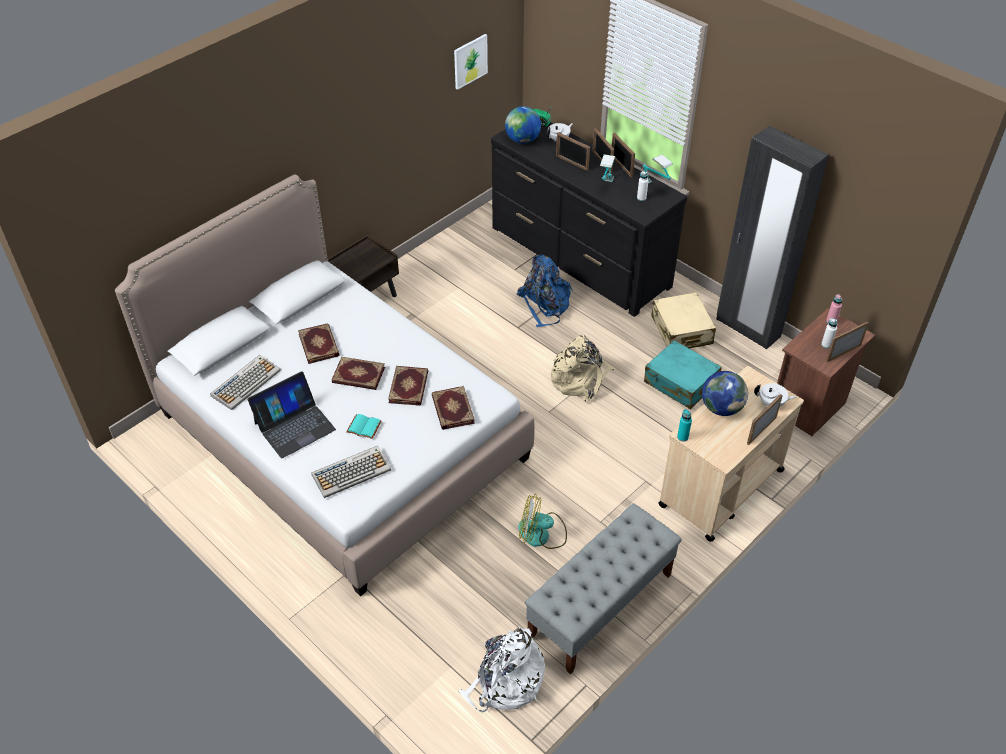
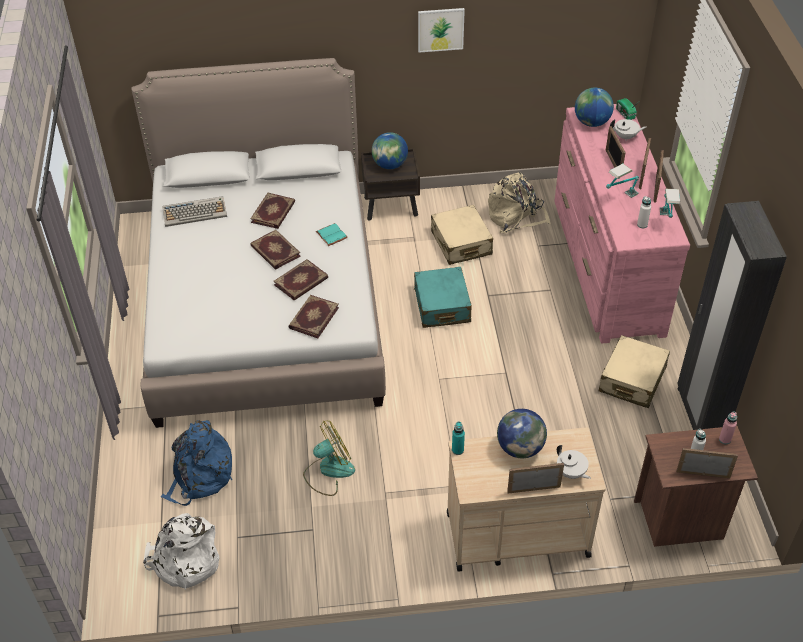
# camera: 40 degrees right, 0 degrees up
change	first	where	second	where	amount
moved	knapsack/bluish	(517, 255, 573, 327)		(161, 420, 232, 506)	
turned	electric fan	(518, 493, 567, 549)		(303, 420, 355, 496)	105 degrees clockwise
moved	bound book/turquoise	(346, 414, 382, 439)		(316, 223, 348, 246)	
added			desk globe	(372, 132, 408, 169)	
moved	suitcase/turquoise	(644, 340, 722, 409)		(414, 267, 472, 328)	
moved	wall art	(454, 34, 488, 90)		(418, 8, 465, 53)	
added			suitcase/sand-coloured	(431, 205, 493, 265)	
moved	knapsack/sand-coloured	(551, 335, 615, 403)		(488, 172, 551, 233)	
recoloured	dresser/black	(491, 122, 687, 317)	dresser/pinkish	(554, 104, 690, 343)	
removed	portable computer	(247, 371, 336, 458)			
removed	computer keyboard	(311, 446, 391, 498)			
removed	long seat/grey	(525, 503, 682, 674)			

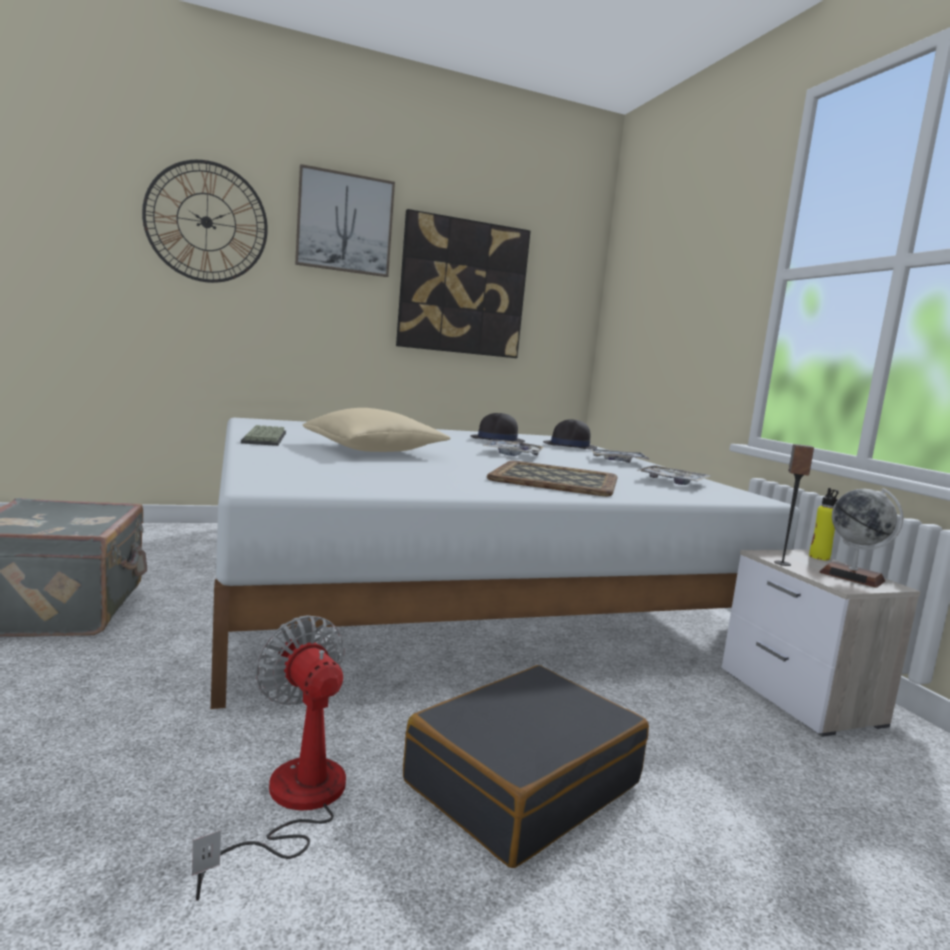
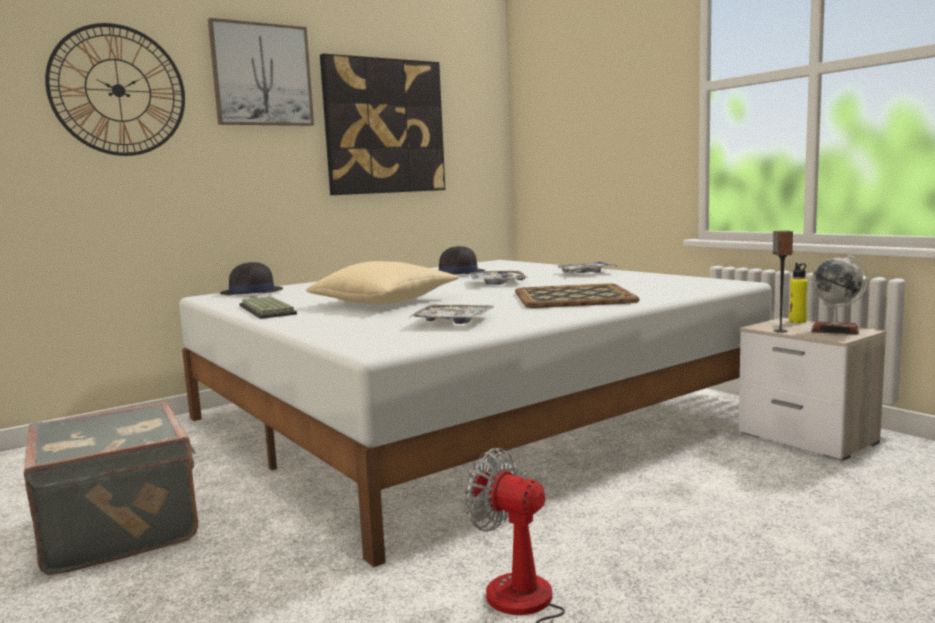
# camera: 15 degrees left, 0 degrees up
change	first	where	second	where	amount
moved	wearable hat/black	(543, 419, 597, 449)		(220, 262, 283, 295)	
moved	tray	(637, 465, 711, 485)		(410, 305, 494, 324)	
removed	suitcase/black	(403, 665, 649, 868)			

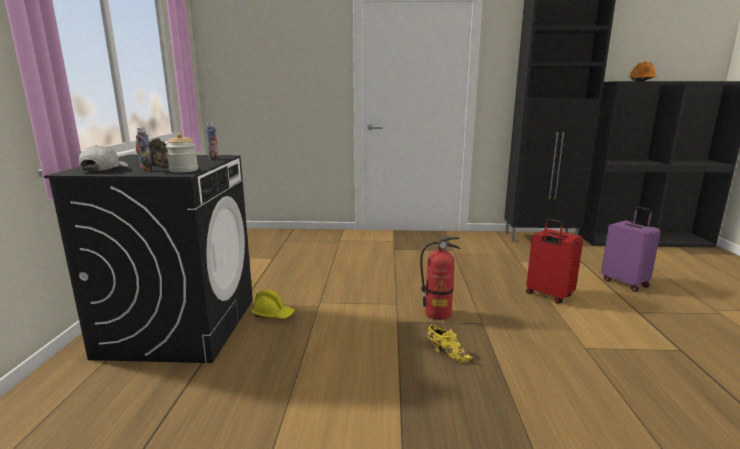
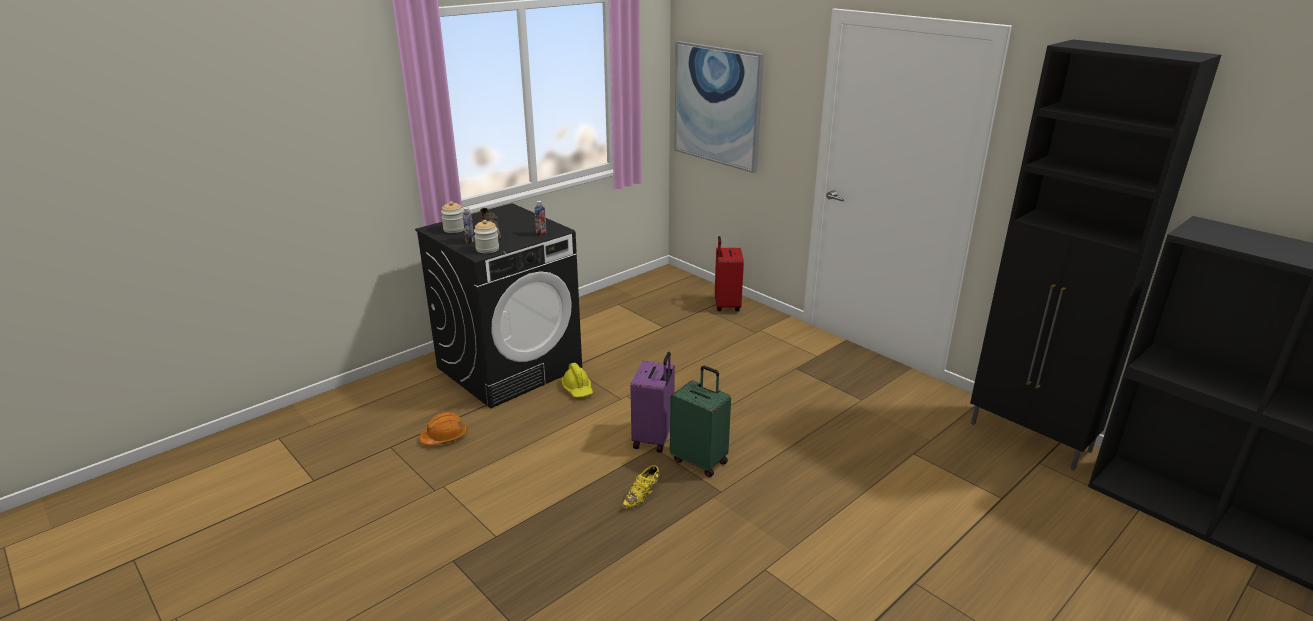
# camera: 45 degrees right, 10 degrees up
change	first	where	second	where	amount
moved	work helmet/orange-coloured	(628, 62, 657, 81)		(419, 412, 467, 445)	
replaced	peaked cap/white-coloured	(79, 145, 128, 171)	jar	(441, 201, 464, 233)	
turned	low shoe/yellow	(427, 324, 474, 362)		(621, 465, 660, 509)	45 degrees clockwise
moved	suitcase/purplish	(601, 207, 661, 292)		(630, 352, 675, 453)	
replaced	fire-fighting cylinder	(420, 237, 461, 320)	suitcase/green	(670, 366, 731, 477)	
added			wall art	(675, 41, 764, 173)	
moved	suitcase/red	(526, 218, 583, 304)		(715, 236, 744, 311)	

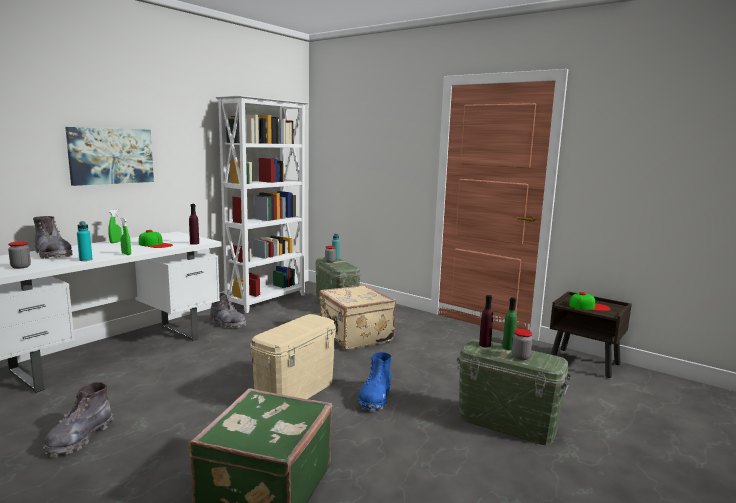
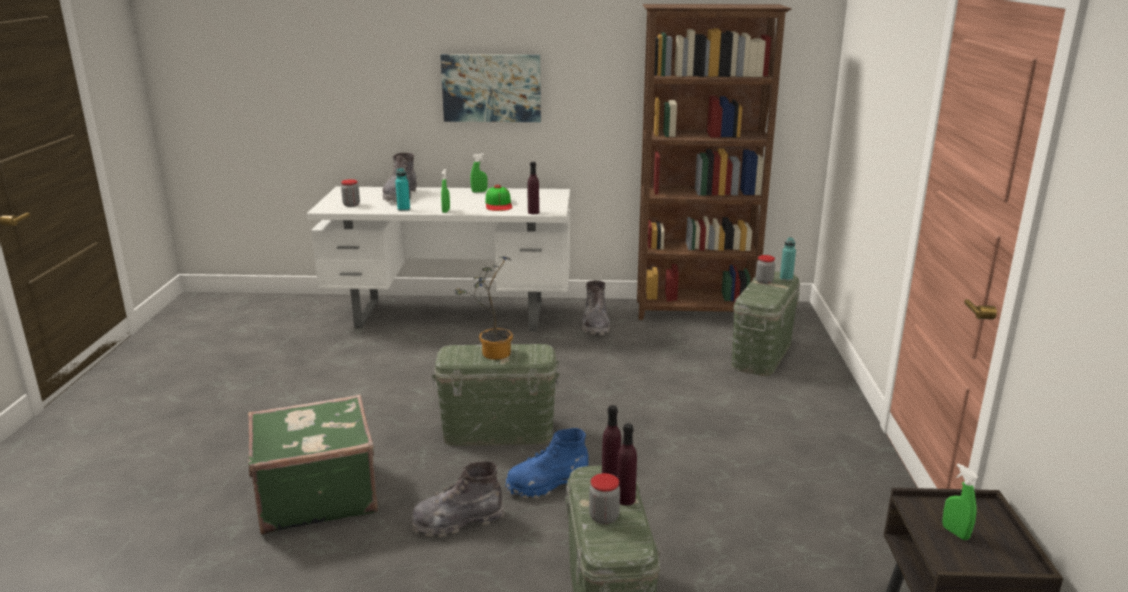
# camera: 55 degrees right, 10 degrees up
change	first	where	second	where	amount
moved	boot/grey	(43, 382, 114, 457)		(412, 461, 505, 537)	
recoloured	storage box/sand-coloured	(250, 314, 336, 399)	storage box/green	(432, 344, 559, 446)	
added			houseplant	(455, 256, 513, 360)	
recoloured	drink bottle/green	(502, 297, 517, 350)	drink bottle/purplish	(617, 423, 637, 506)	
recoloured	bookshelf/white-coloured	(216, 96, 309, 313)	bookshelf/brownish	(637, 4, 792, 320)	
replaced	peaked cap	(569, 292, 611, 311)	hand sprayer/green	(942, 463, 979, 540)	
removed	suitcase/sand-coloured	(319, 285, 396, 350)			

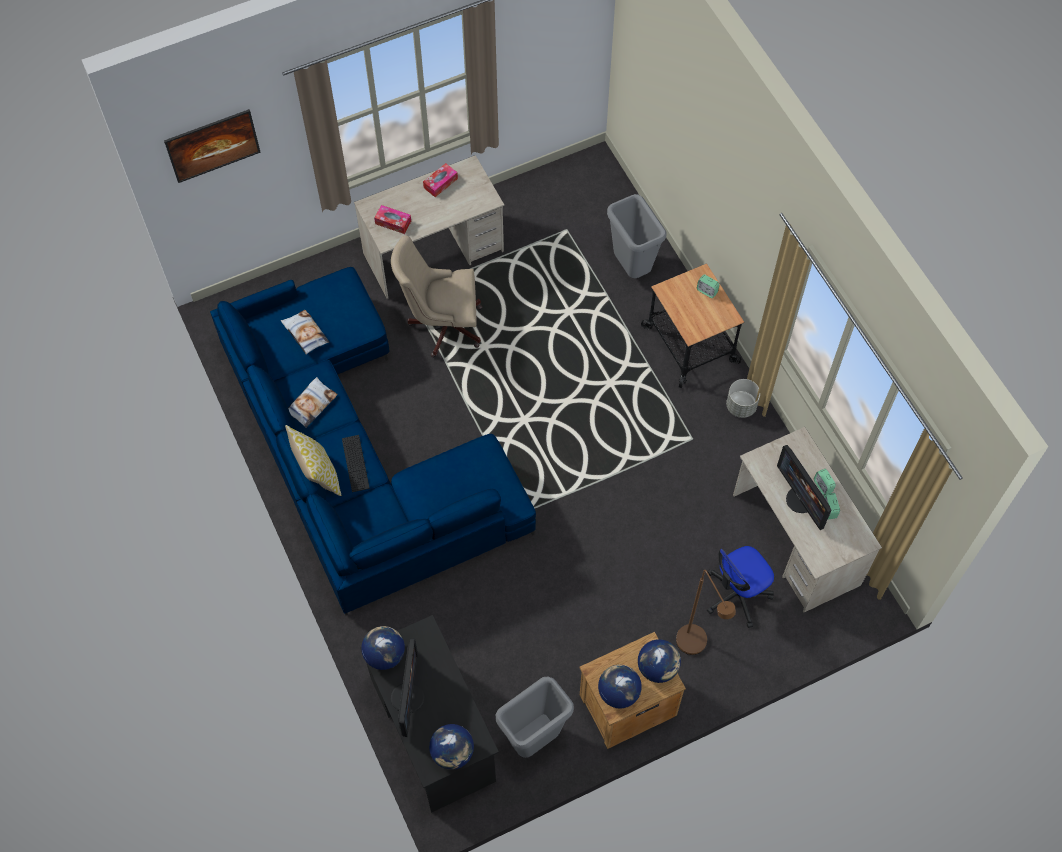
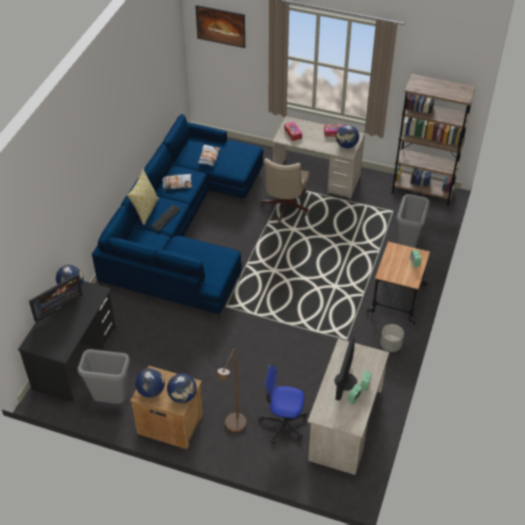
# camera: 45 degrees right, 15 degrees down
change	first	where	second	where	amount
turned	desk chair/sand-coloured	(391, 236, 482, 358)		(261, 158, 309, 222)	120 degrees counterclockwise
moved	desk globe	(429, 724, 474, 770)		(336, 125, 359, 148)	
added			bookshelf/brownish	(391, 74, 476, 206)	

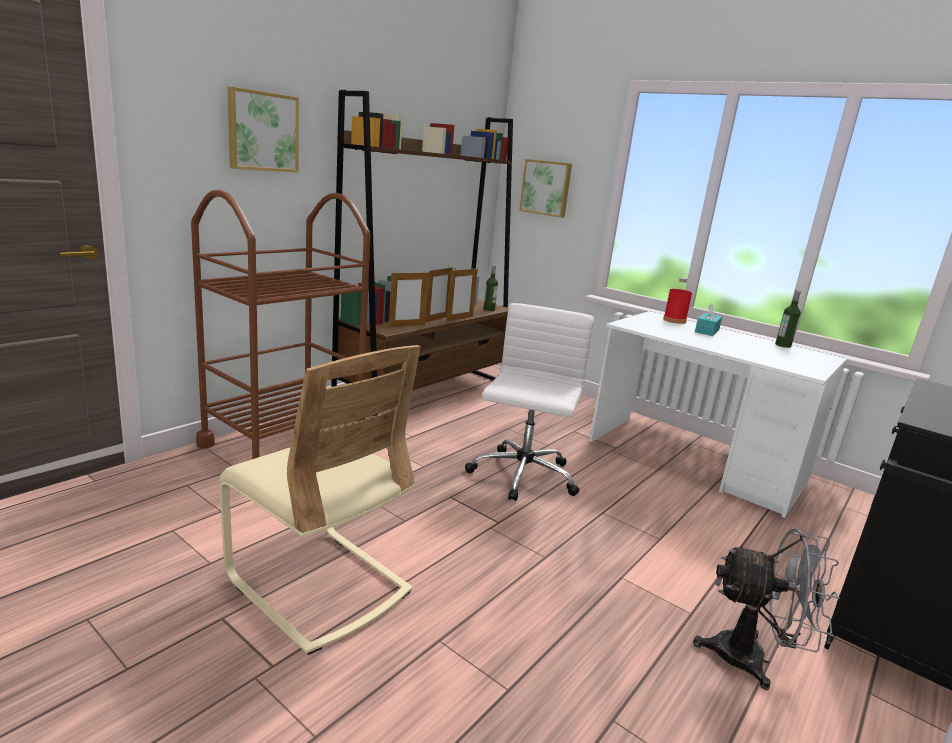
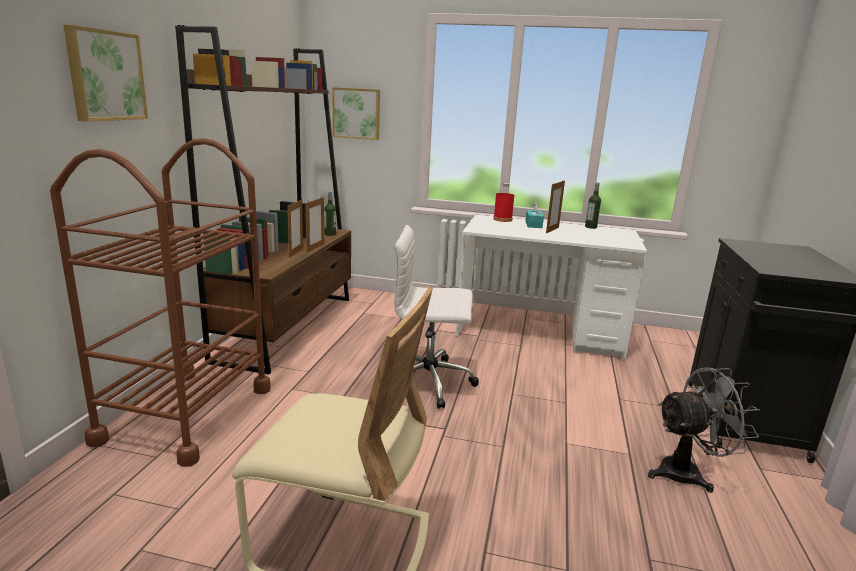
# camera: 25 degrees left, 0 degrees up
change	first	where	second	where	amount
turned	desk chair/white-coloured	(465, 303, 594, 501)		(394, 225, 479, 409)	75 degrees counterclockwise
moved	standing frame	(388, 273, 429, 327)		(546, 181, 565, 234)	

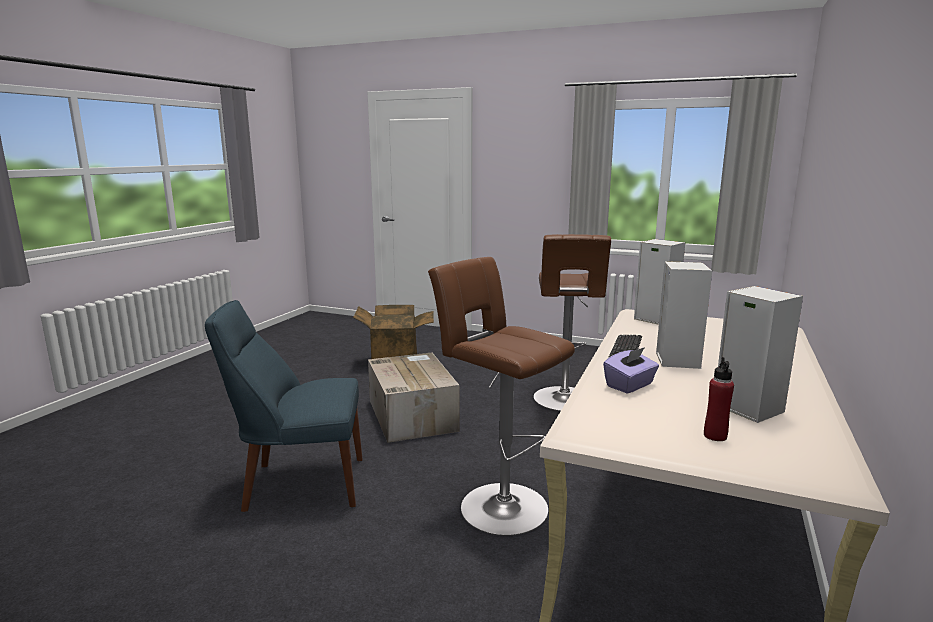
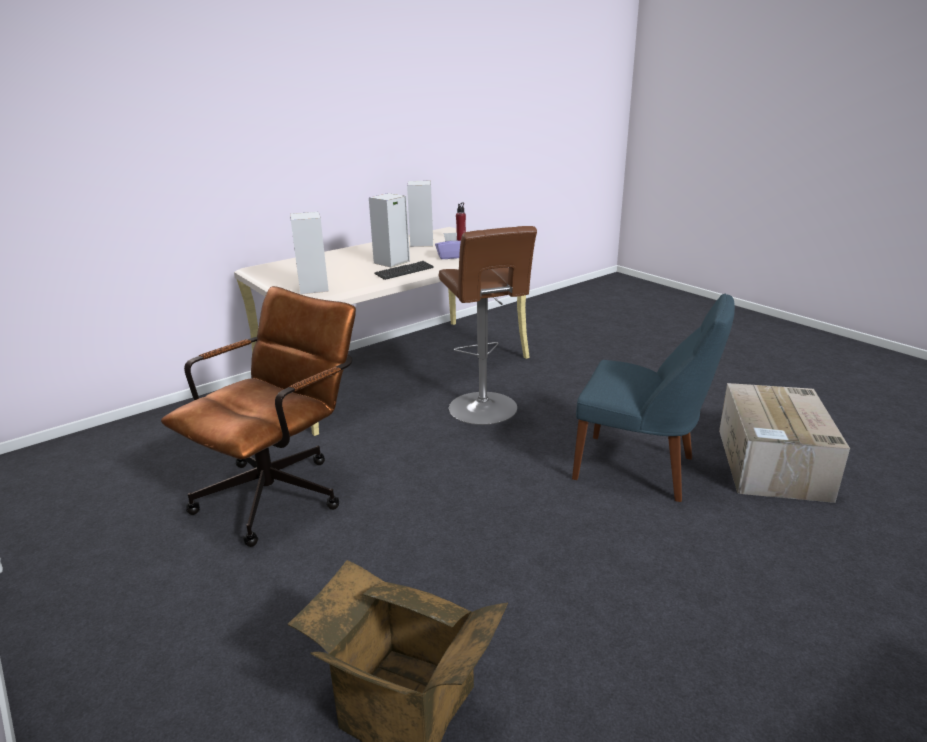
# camera: 150 degrees left, 10 degrees up
change	first	where	second	where	amount
replaced	stool seat/brownish	(534, 234, 611, 411)	desk chair/brownish	(161, 286, 356, 547)	
moved	carton	(368, 353, 460, 443)		(719, 383, 850, 503)	

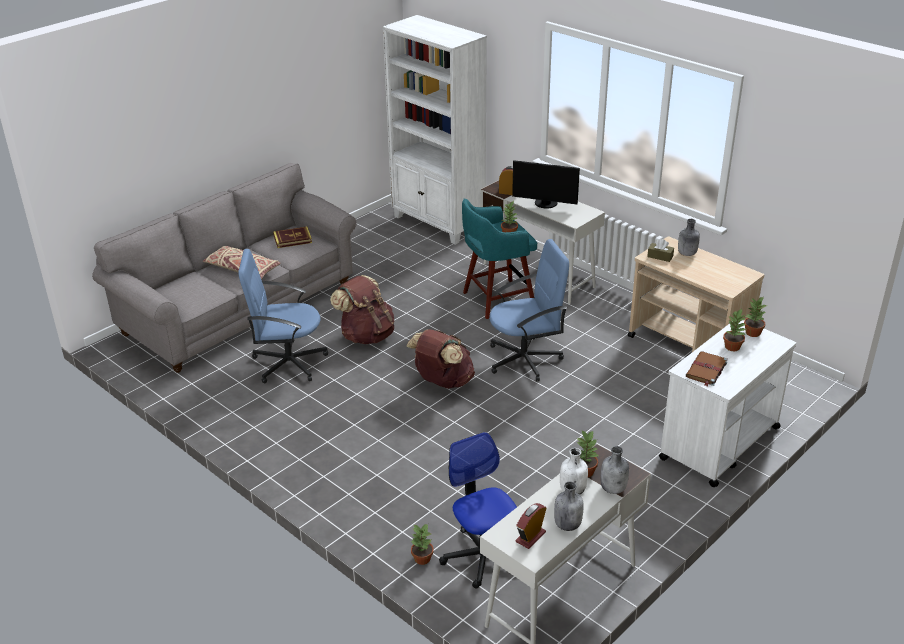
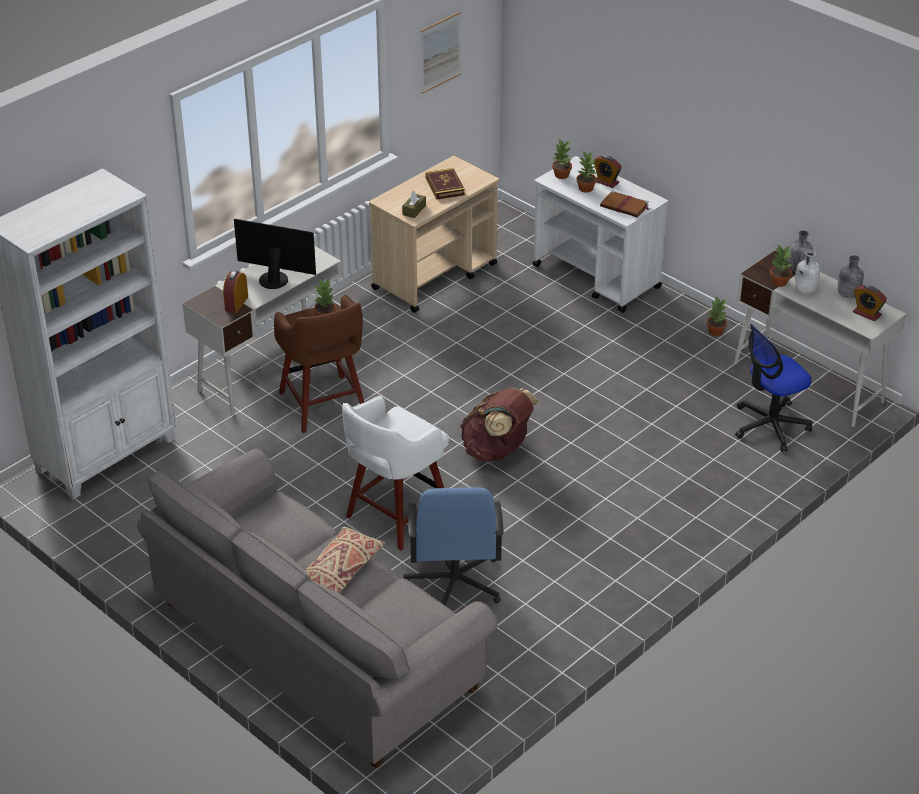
# camera: 90 degrees left, 5 degrees up
change	first	where	second	where	amount
turned	computer screen	(512, 160, 580, 208)		(234, 219, 316, 289)	90 degrees counterclockwise
recoloured	stool seat/turquoise	(462, 199, 537, 319)	stool seat/brownish	(274, 295, 364, 433)	
replaced	knapsack/brownish	(330, 275, 395, 344)	stool seat/white-coloured	(342, 395, 449, 550)	
added			wall art	(420, 12, 461, 94)	
moved	bound book	(273, 227, 312, 248)		(425, 168, 465, 200)	
added			alarm clock	(594, 155, 622, 188)	
moved	houseplant	(411, 524, 434, 565)		(707, 297, 728, 336)	
removed	desk chair/bluish	(490, 239, 569, 381)			
removed	drink bottle/grey	(678, 219, 700, 256)			

